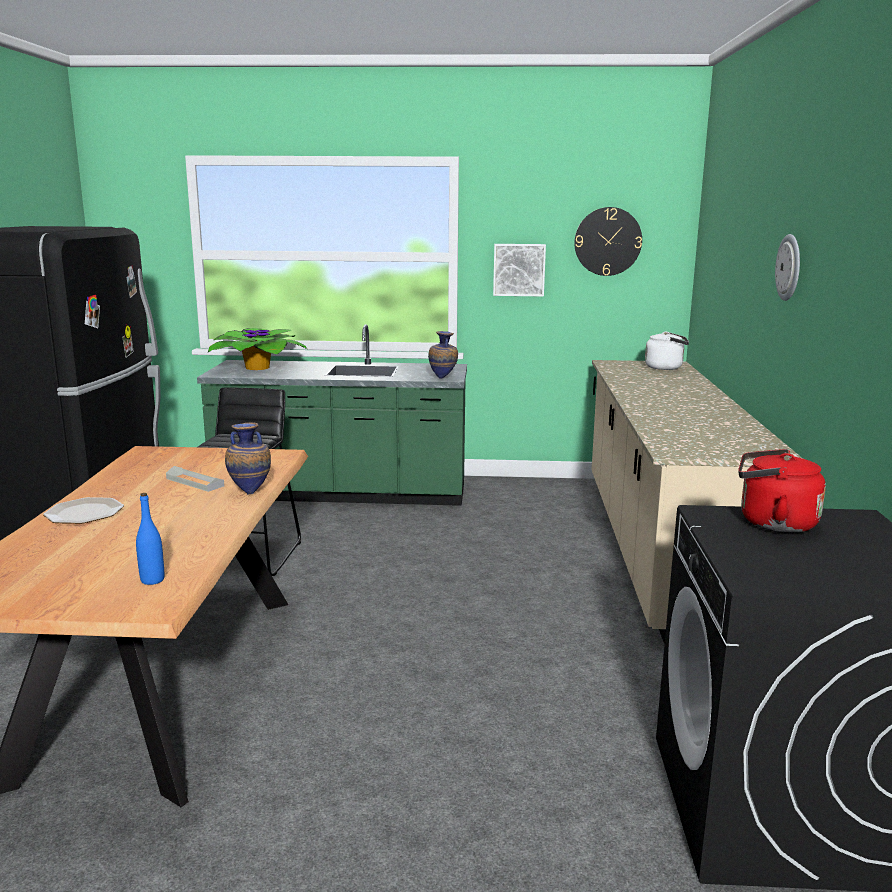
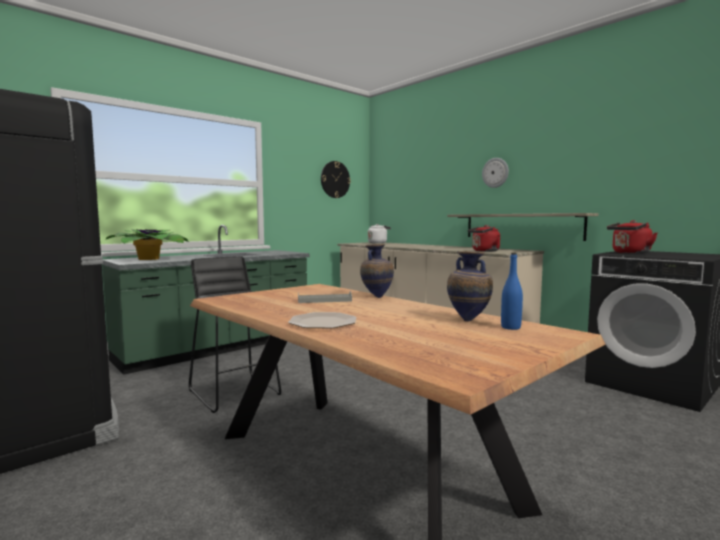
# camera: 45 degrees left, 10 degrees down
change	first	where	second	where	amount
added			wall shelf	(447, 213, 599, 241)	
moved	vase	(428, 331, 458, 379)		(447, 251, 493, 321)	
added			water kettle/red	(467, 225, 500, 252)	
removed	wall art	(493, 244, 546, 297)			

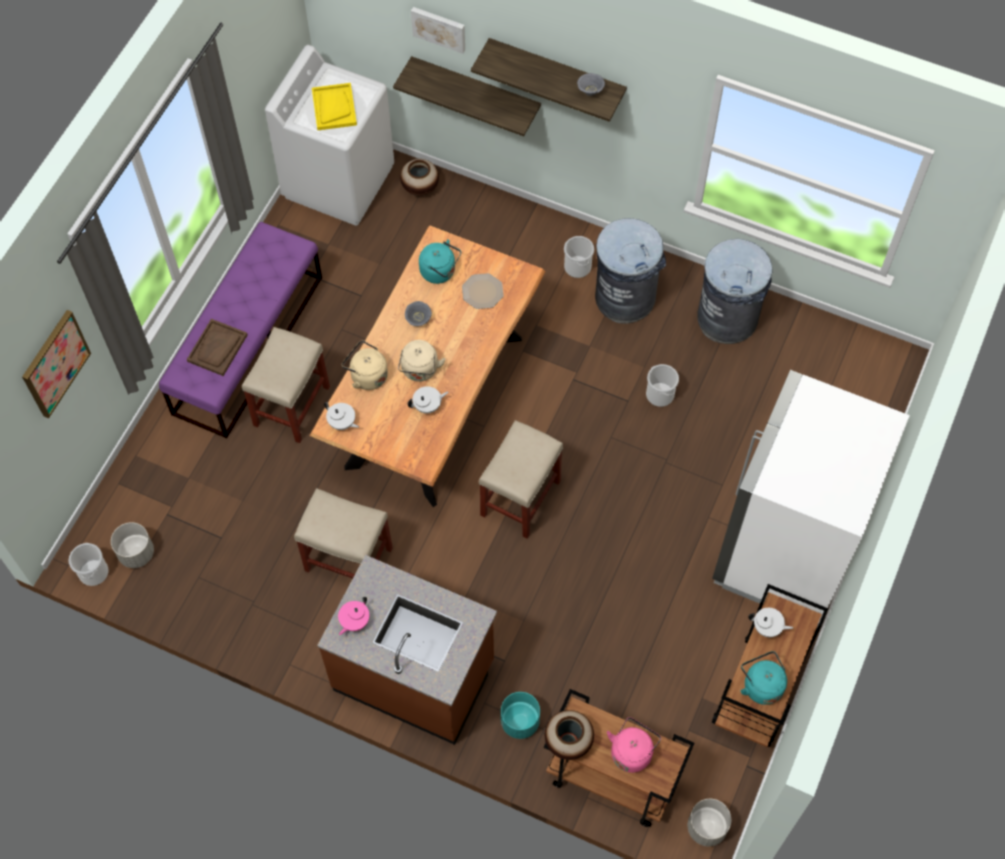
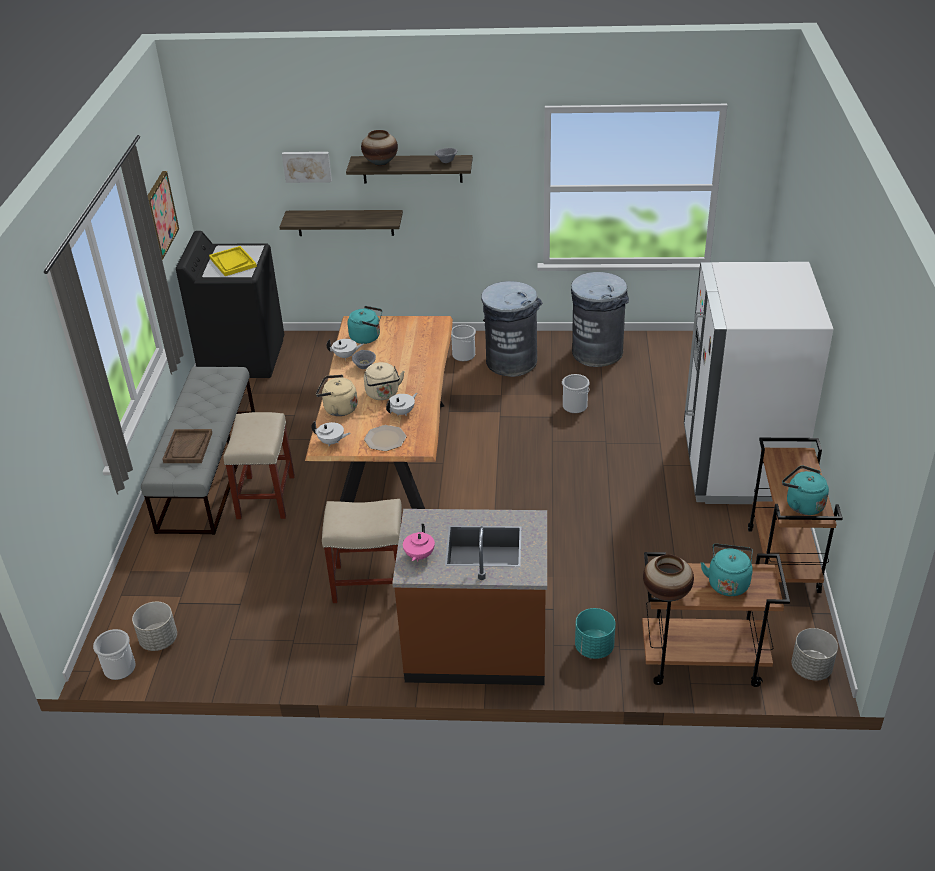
# camera: 20 degrees left, 25 degrees down
change	first	where	second	where	amount
recoloured	long seat/purplish	(159, 222, 322, 438)	long seat/grey	(141, 367, 255, 535)	
moved	wall art	(22, 310, 91, 418)		(148, 171, 179, 260)	
recoloured	washing machine/white-coloured	(265, 45, 394, 226)	washing machine/black	(176, 231, 284, 378)	
moved	pot for tea/white-coloured	(748, 608, 793, 637)		(327, 339, 363, 360)	
moved	vase	(400, 159, 439, 196)		(361, 130, 398, 166)	
moved	dinner plate	(462, 273, 504, 309)		(364, 425, 407, 451)	
recoloured	water kettle/pinkish	(607, 717, 661, 773)	water kettle/turquoise	(701, 544, 753, 596)	
removed	stool seat/sand-coloured	(479, 420, 563, 539)			

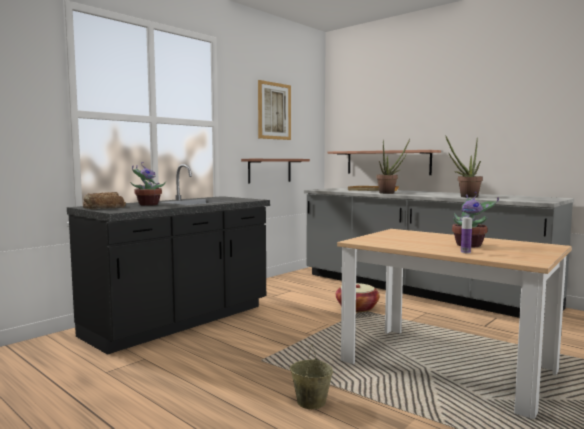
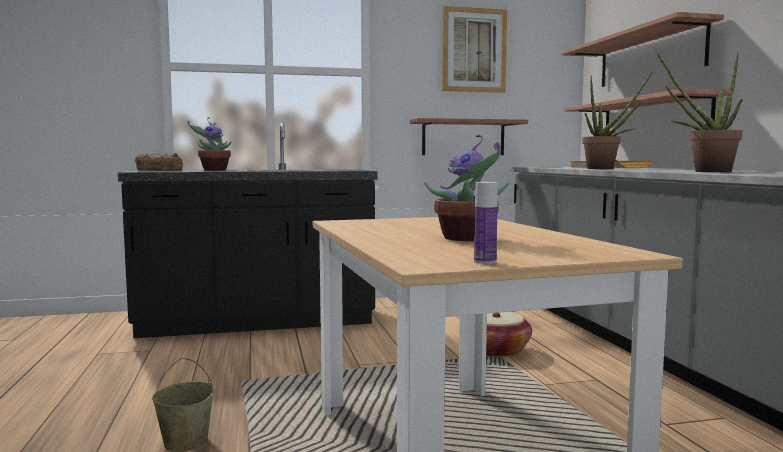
# camera: 35 degrees right, 0 degrees up
change	first	where	second	where	amount
moved	drink bottle	(461, 217, 472, 253)		(474, 182, 498, 264)	
added			wall shelf	(561, 12, 724, 87)	

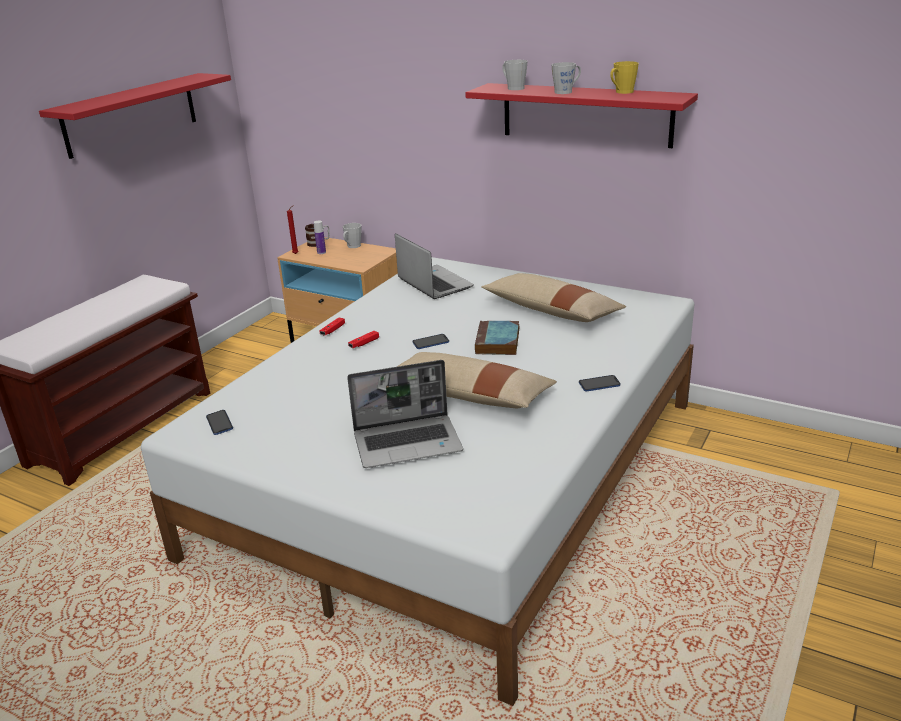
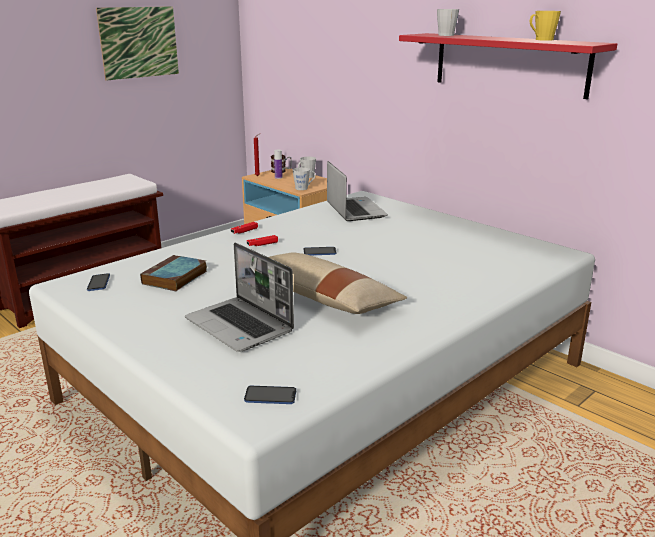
# camera: 15 degrees right, 5 degrees down
change	first	where	second	where	amount
replaced	wall shelf/red	(39, 73, 231, 159)	wall art	(96, 6, 179, 81)	
moved	bound book	(475, 321, 520, 355)		(140, 255, 207, 291)	
turned	portable computer	(347, 360, 463, 468)		(185, 243, 294, 352)	45 degrees clockwise
moved	phone	(579, 375, 620, 391)		(244, 386, 296, 404)	
moved	mug/grey	(551, 62, 581, 94)		(293, 167, 315, 190)	
removed	cushion/sand-coloured	(482, 273, 626, 322)			

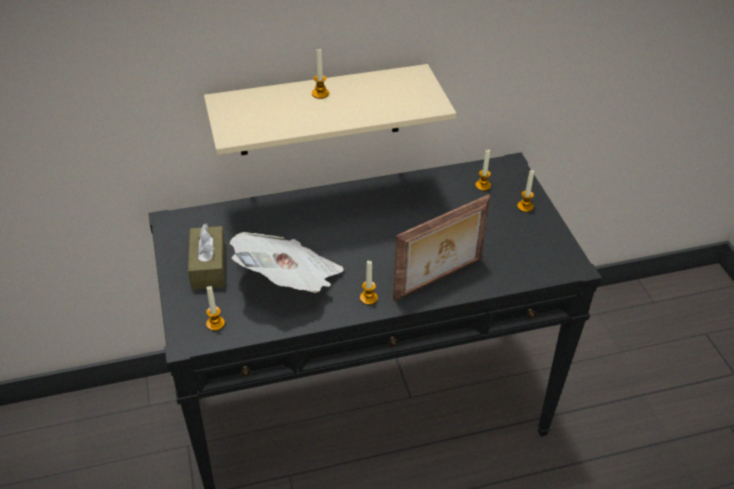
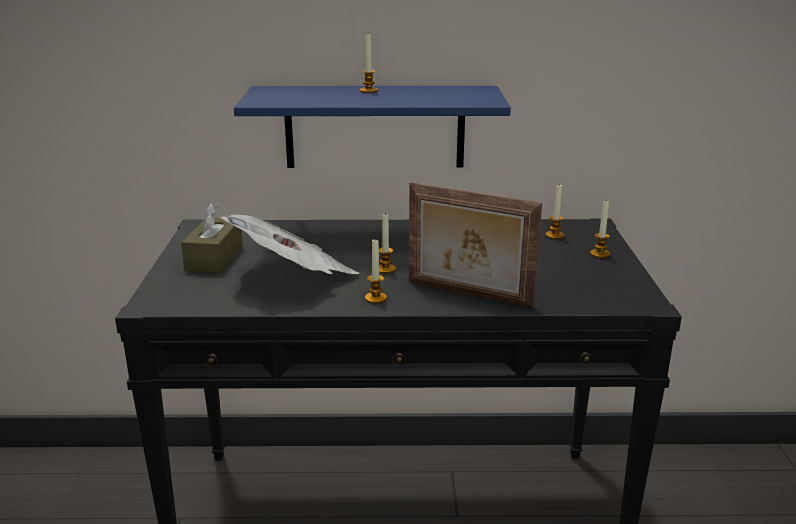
# camera: 15 degrees right, 20 degrees down
change	first	where	second	where	amount
recoloured	wall shelf/sand-coloured	(204, 64, 456, 155)	wall shelf/bluish	(234, 86, 511, 168)	
moved	wax candle	(206, 286, 225, 331)		(379, 213, 396, 274)	
turned	standing frame	(393, 194, 490, 301)		(409, 182, 542, 308)	45 degrees clockwise

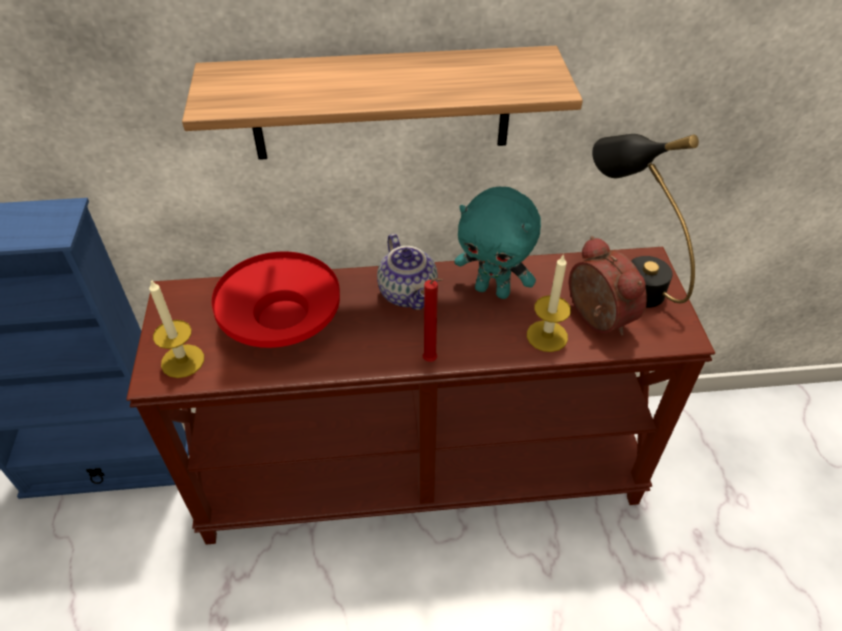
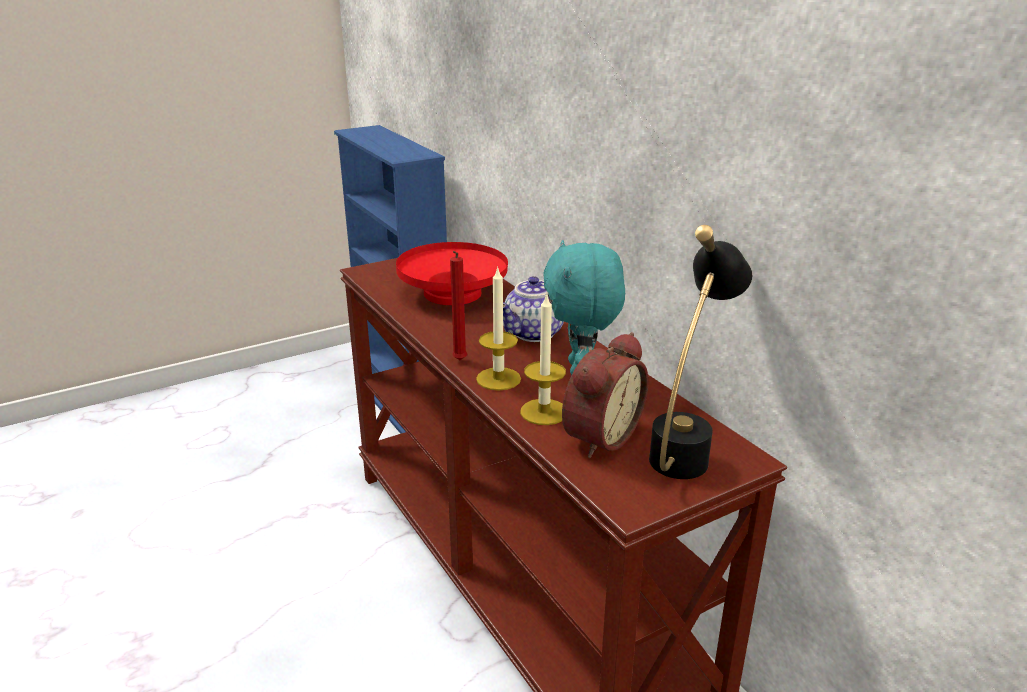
# camera: 65 degrees right, 20 degrees down
change	first	where	second	where	amount
moved	wax candle	(149, 280, 204, 378)		(476, 266, 521, 391)	
removed	wall shelf	(182, 46, 583, 160)			

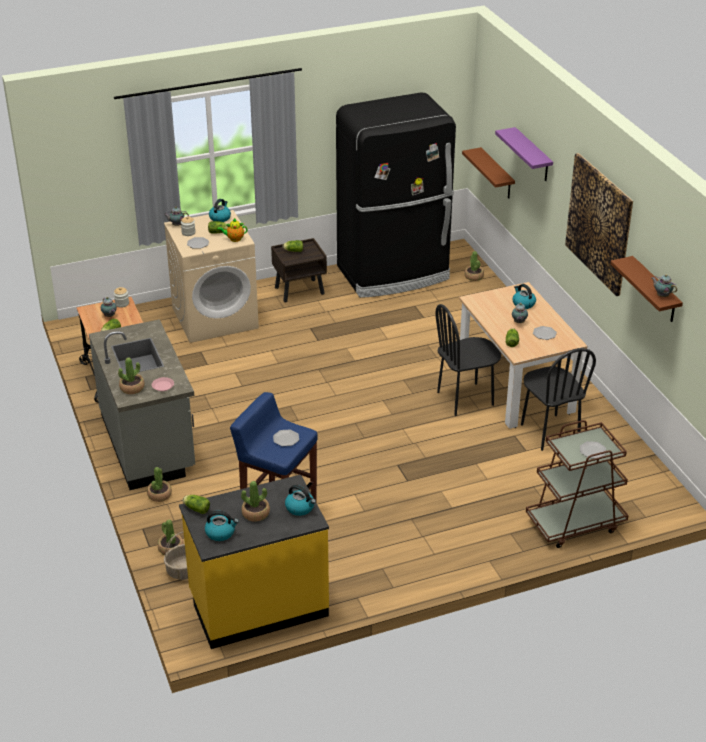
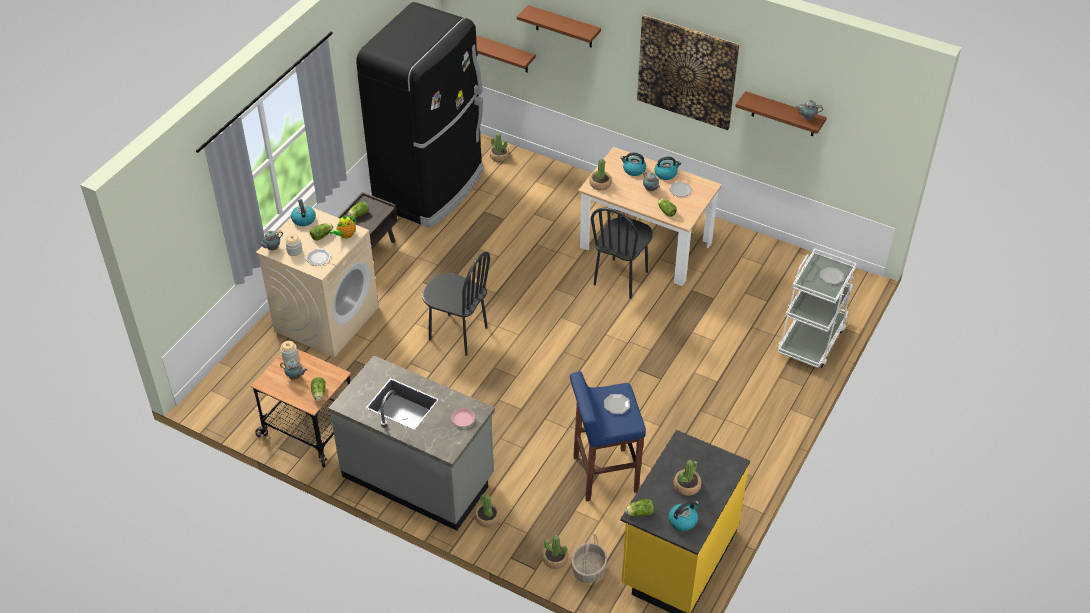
# camera: 40 degrees left, 10 degrees up
change	first	where	second	where	amount
moved	plain chair/black	(521, 348, 596, 451)		(422, 251, 490, 356)	
recoloured	wall shelf/purplish	(495, 127, 553, 181)	wall shelf/brownish	(517, 5, 601, 47)	
moved	houseplant	(118, 358, 144, 394)		(589, 159, 612, 190)	
moved	water kettle	(285, 485, 316, 516)		(654, 157, 681, 180)	
recoloured	trolley/brownish	(526, 420, 629, 548)	trolley/white-coloured	(777, 248, 857, 368)	

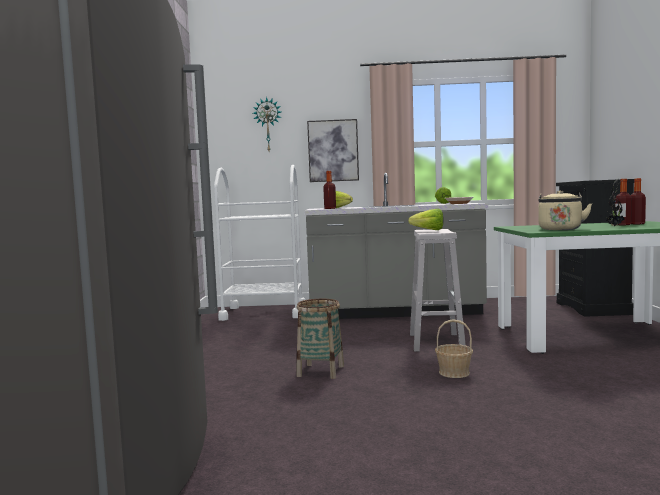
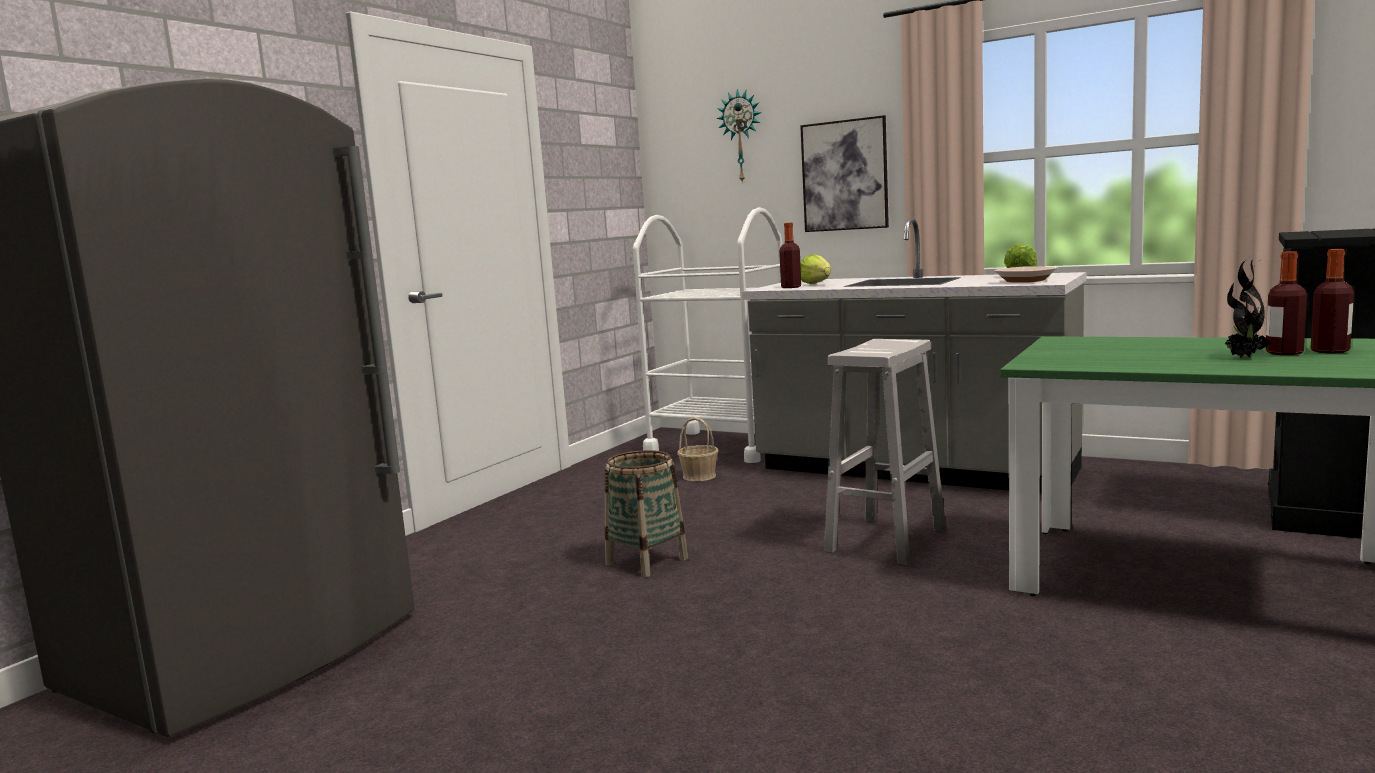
# camera: 30 degrees right, 5 degrees up
change	first	where	second	where	amount
moved	household basket	(435, 319, 473, 378)		(677, 417, 719, 481)	
removed	lettuce	(408, 209, 444, 230)			
removed	water kettle/sand-coloured	(538, 190, 592, 230)			

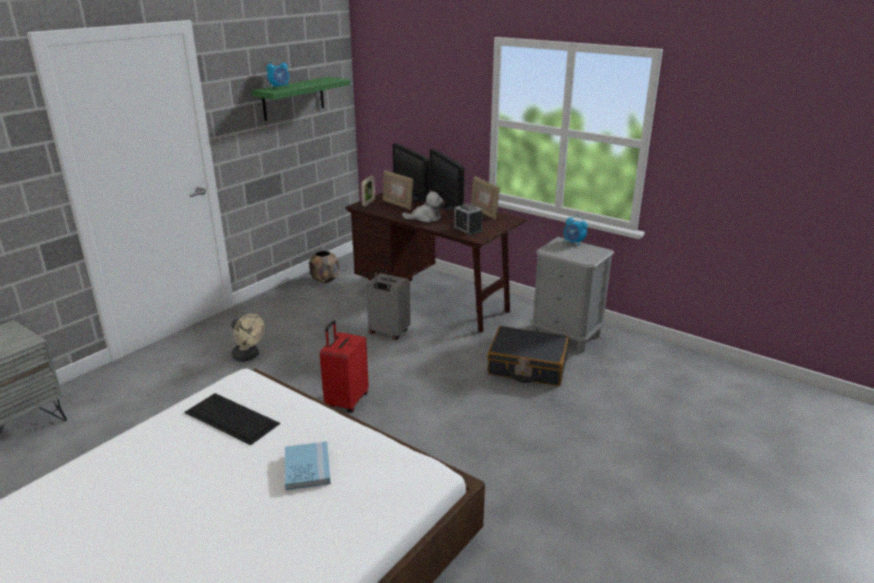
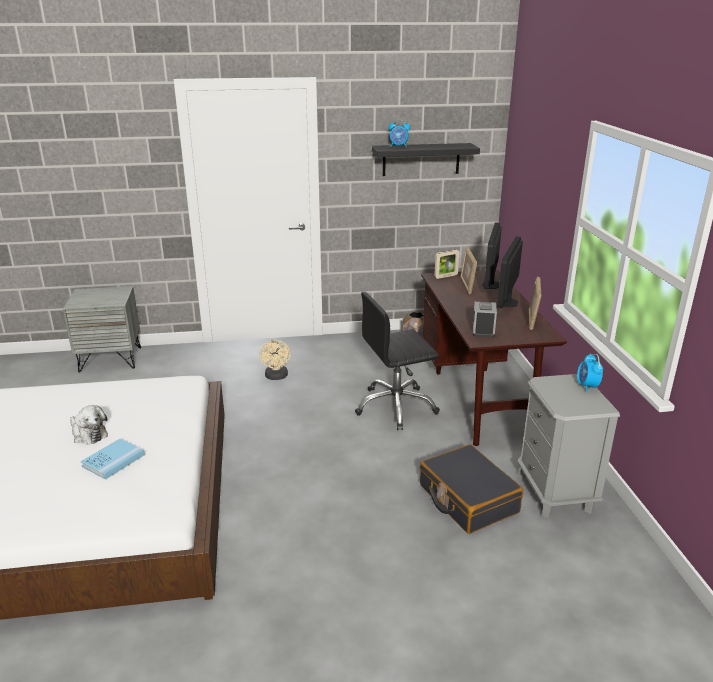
# camera: 45 degrees right, 0 degrees up
change	first	where	second	where	amount
moved	plush toy	(402, 191, 443, 222)		(70, 405, 108, 444)	
replaced	suitcase/grey	(366, 268, 411, 340)	desk chair/black	(355, 292, 440, 430)	
recoloured	wall shelf/green	(252, 77, 351, 121)	wall shelf/black	(372, 143, 480, 176)	
removed	computer keyboard	(184, 393, 280, 446)			
removed	suitcase/red	(320, 320, 369, 413)			

